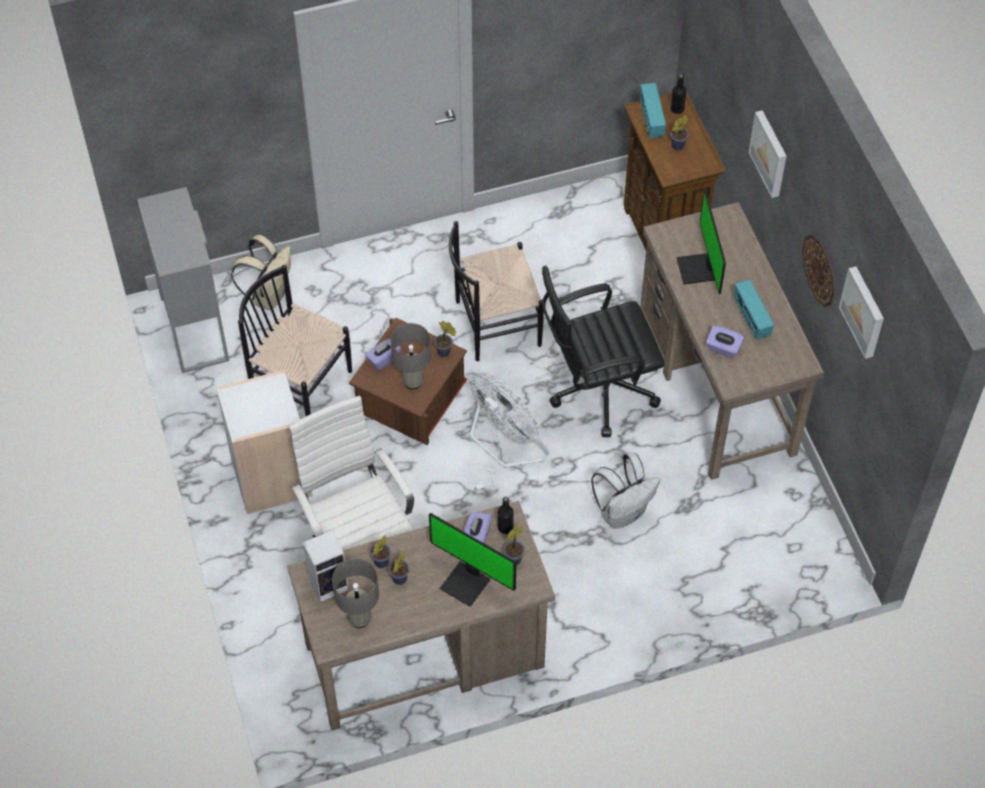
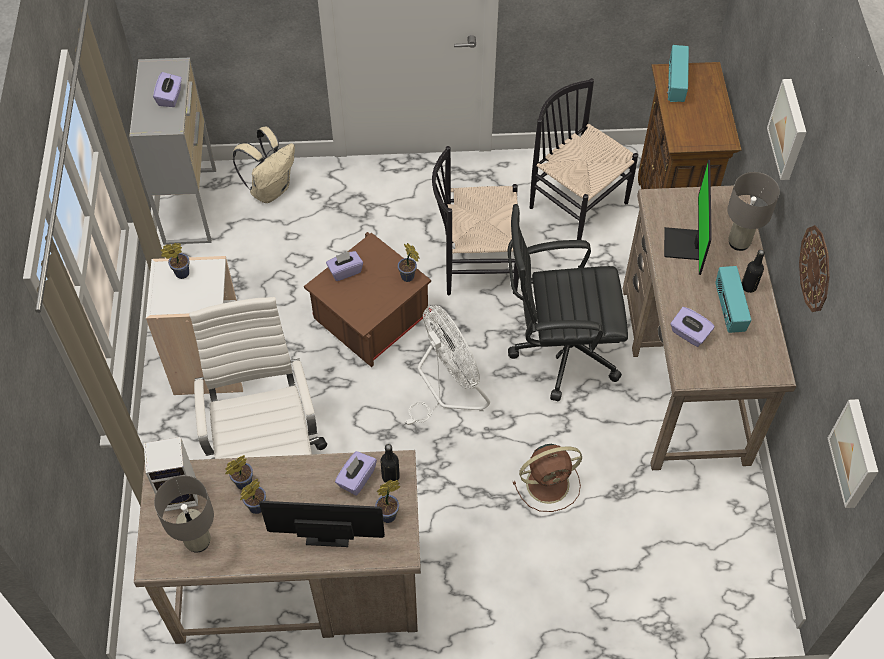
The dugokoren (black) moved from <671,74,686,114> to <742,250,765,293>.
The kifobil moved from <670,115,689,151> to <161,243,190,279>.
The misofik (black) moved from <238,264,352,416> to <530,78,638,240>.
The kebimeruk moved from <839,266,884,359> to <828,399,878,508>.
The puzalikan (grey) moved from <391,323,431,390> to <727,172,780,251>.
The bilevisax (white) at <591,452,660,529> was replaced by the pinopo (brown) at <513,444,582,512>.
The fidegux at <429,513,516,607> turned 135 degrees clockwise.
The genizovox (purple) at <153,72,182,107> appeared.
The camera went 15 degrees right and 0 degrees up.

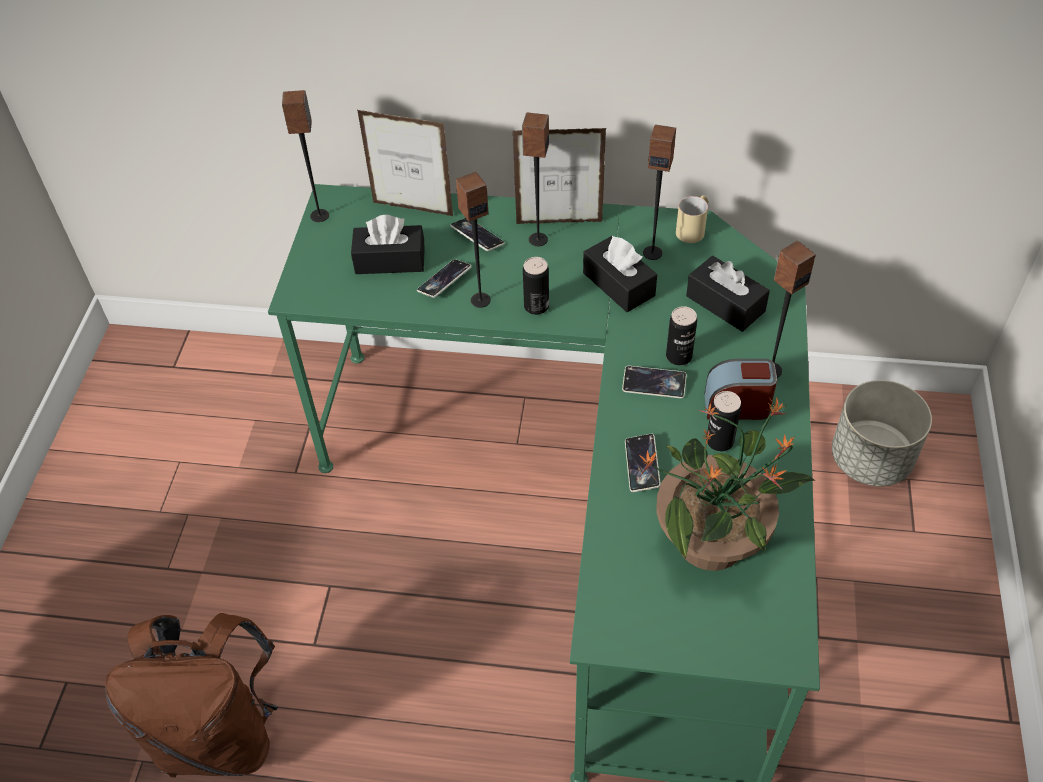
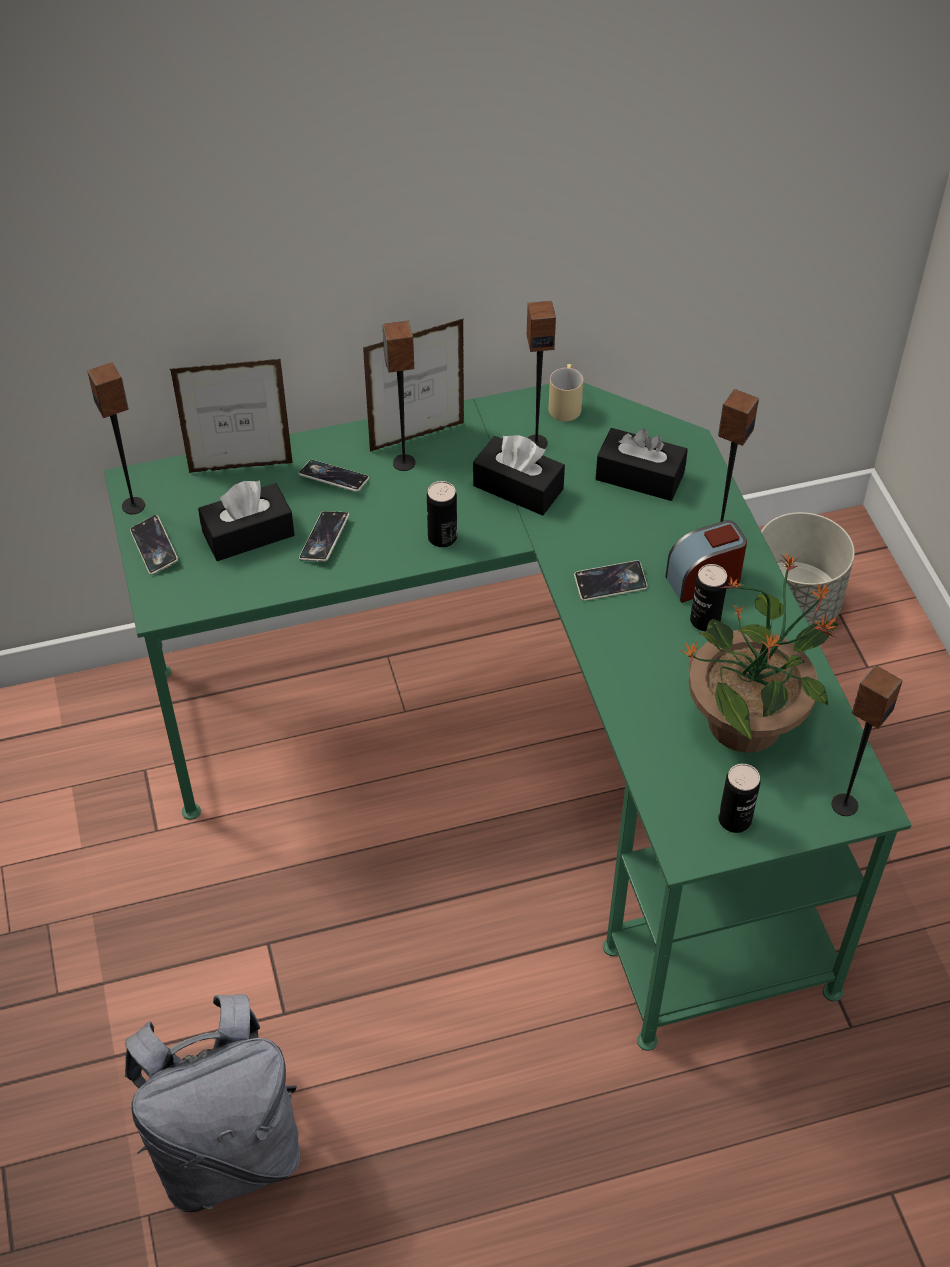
The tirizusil moved from <456,171,491,308> to <831,665,903,816>.
The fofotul moved from <666,306,697,365> to <718,764,760,833>.
The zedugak moved from <625,434,661,492> to <130,515,178,575>.
The bilevisax (brown) at <105,613,278,778> became the bilevisax (grey) at <125,994,301,1212>.
The camera went 25 degrees left and 0 degrees up.

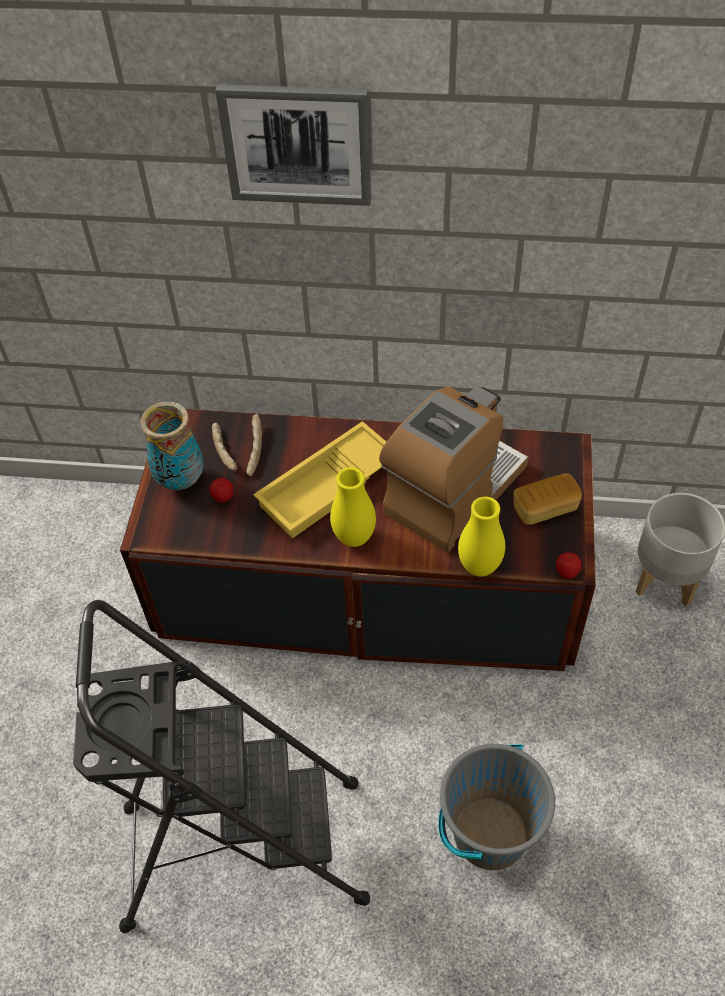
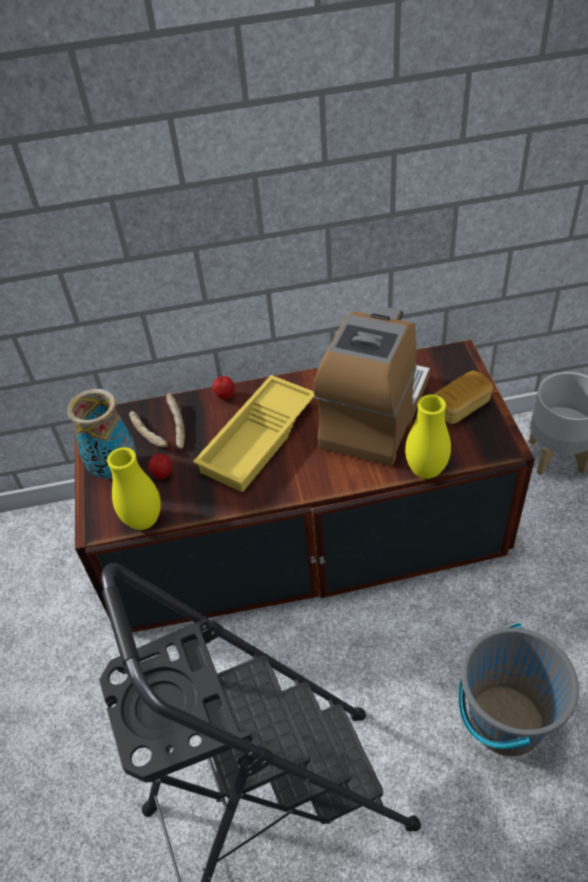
The kebimeruk at <215,84,371,206> disappeared.
The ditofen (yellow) moved from <330,467,376,547> to <107,447,161,530>.
The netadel moved from <556,552,582,579> to <212,376,235,399>.
The camera went 15 degrees left and 5 degrees down.

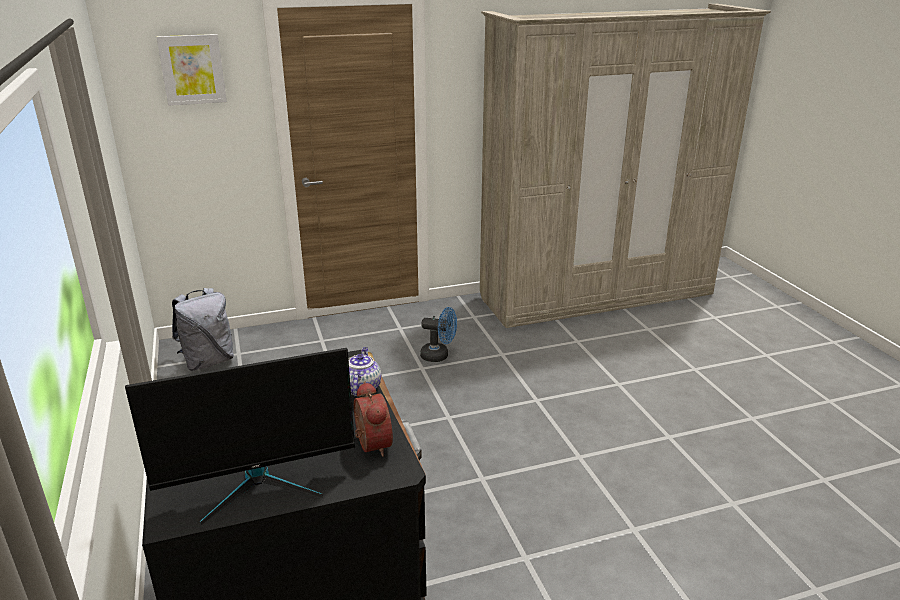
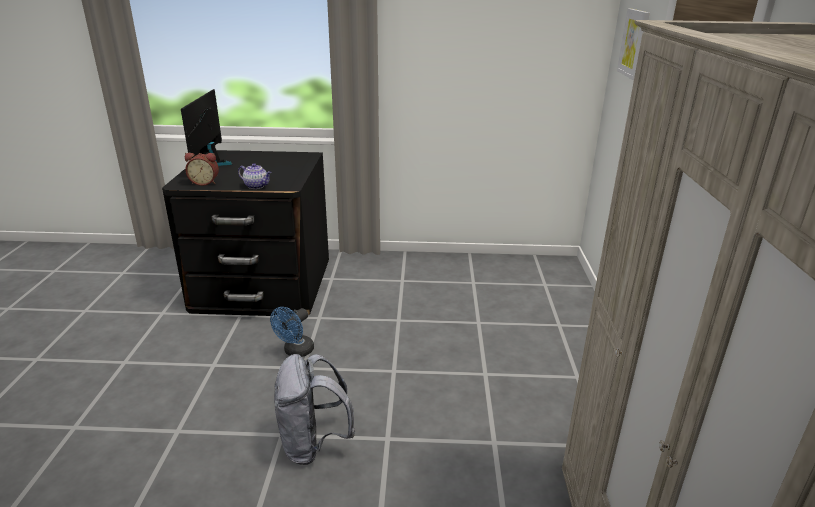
The bilevisax (grey) moved from <172,288,234,371> to <274,354,355,465>.
The pinopo (blue) moved from <420,307,457,362> to <270,307,314,357>.
The camera went 110 degrees right and 0 degrees up.

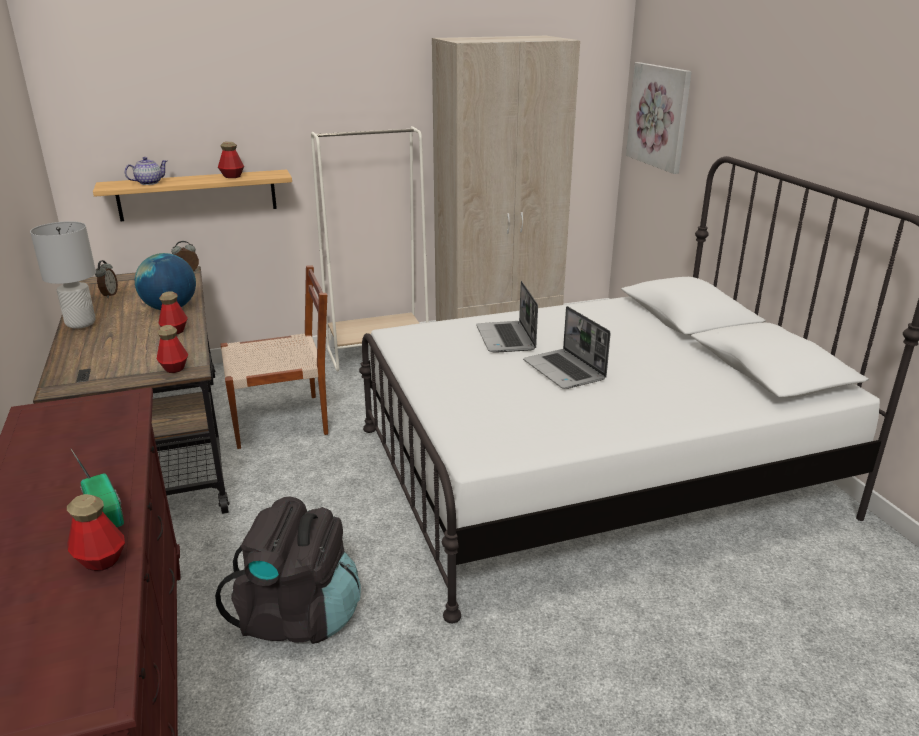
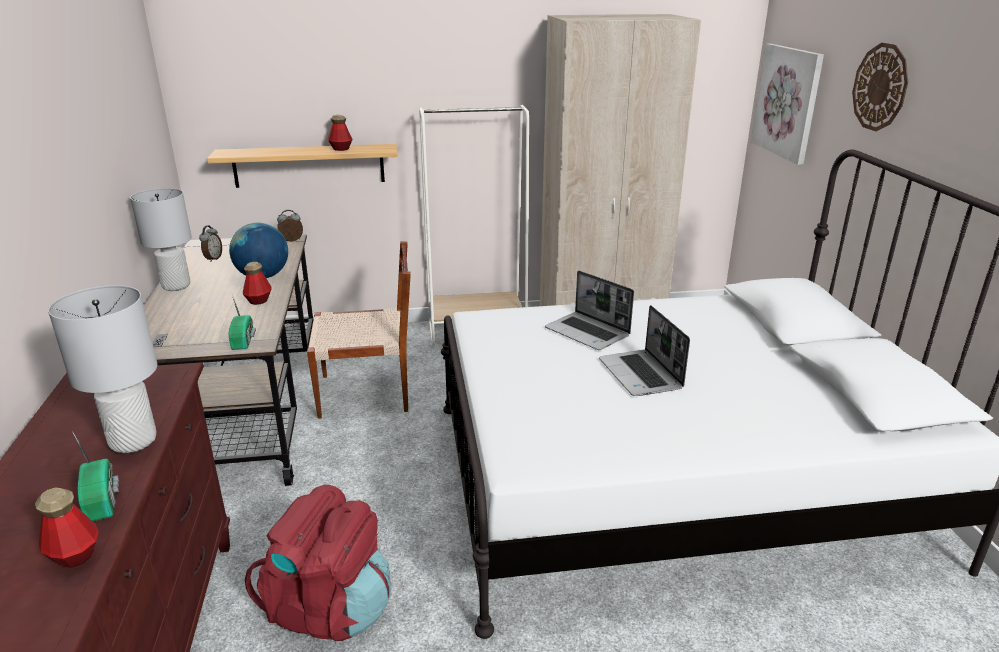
The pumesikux at <125,157,167,185> disappeared.
The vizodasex at <476,281,538,353> turned 45 degrees counterclockwise.
The dugokoren at <157,325,188,373> was replaced by the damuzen at <229,295,256,350>.
The bilevisax (black) at <215,496,361,644> became the bilevisax (red) at <245,485,391,641>.
The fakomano at <852,43,908,131> appeared.
The puzalikan (grey) at <48,285,157,453> appeared.
The camera went 10 degrees right and 0 degrees up.

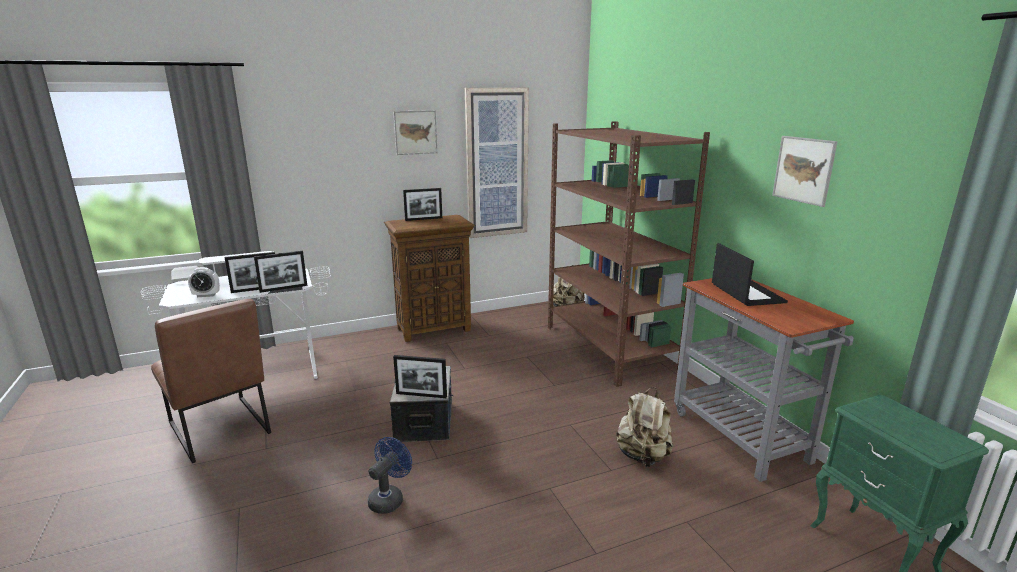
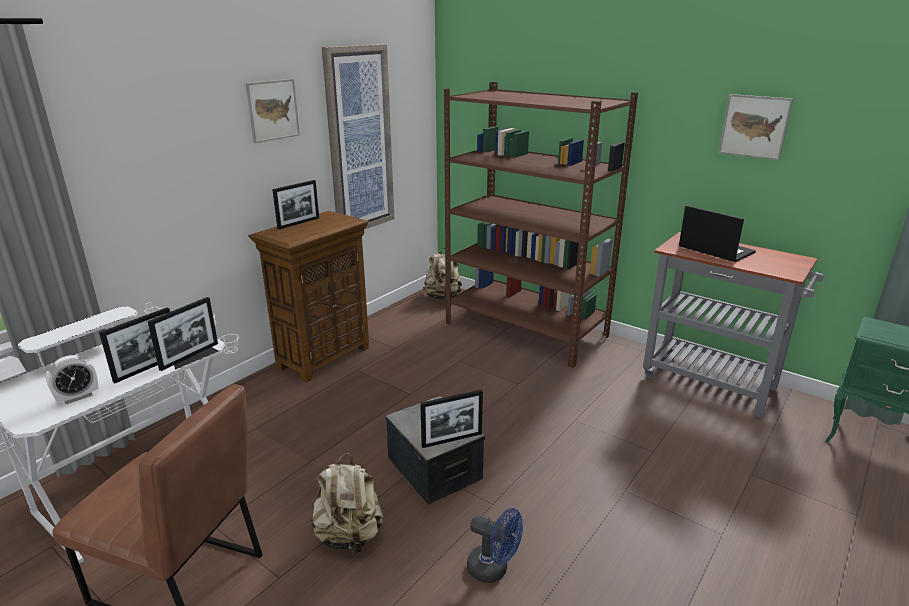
The bilevisax (beige) moved from <616,387,673,467> to <310,453,383,553>.
The pinopo (blue) at <368,437,412,514> turned 120 degrees clockwise.
The camera went 30 degrees left and 5 degrees up.

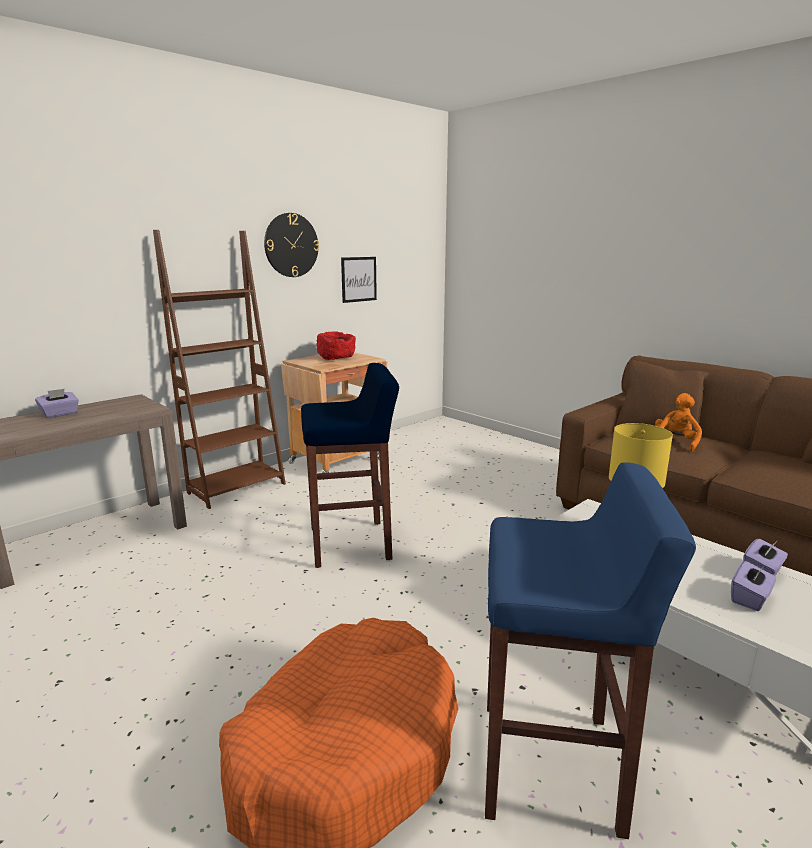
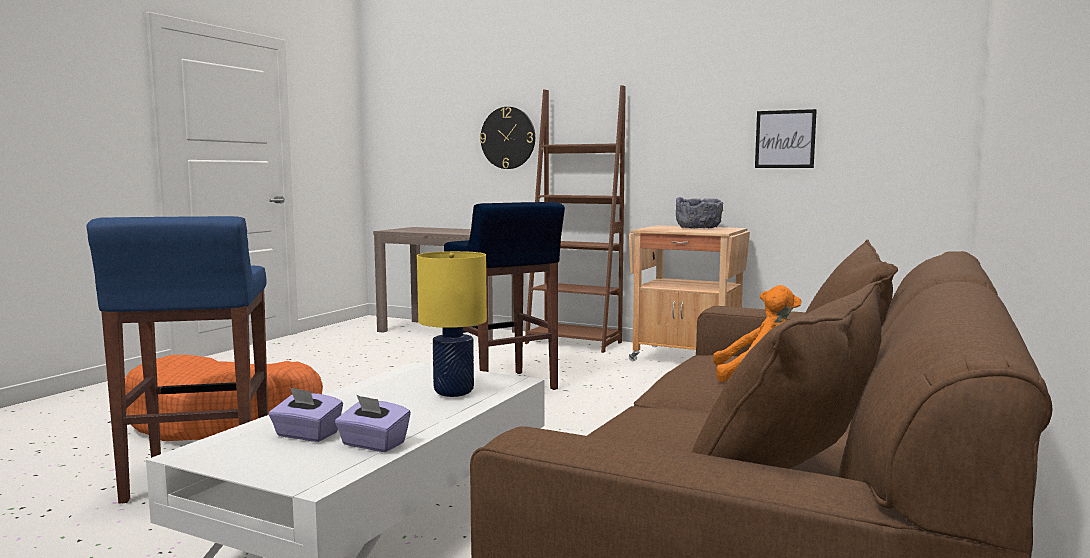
The fakomano moved from <264,213,319,277> to <480,107,535,169>.
The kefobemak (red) at <316,331,356,360> became the kefobemak (grey) at <676,197,723,229>.
The genizovox (purple) at <35,389,79,418> disappeared.
The camera went 70 degrees right and 10 degrees down.

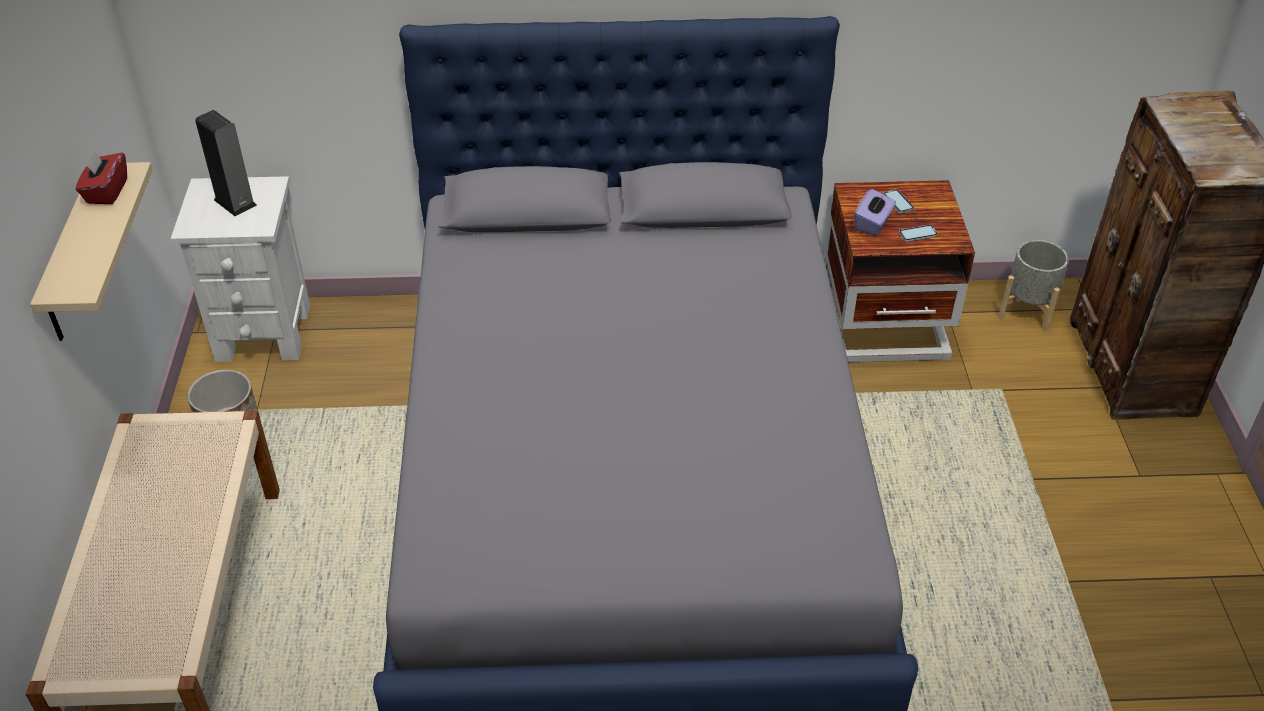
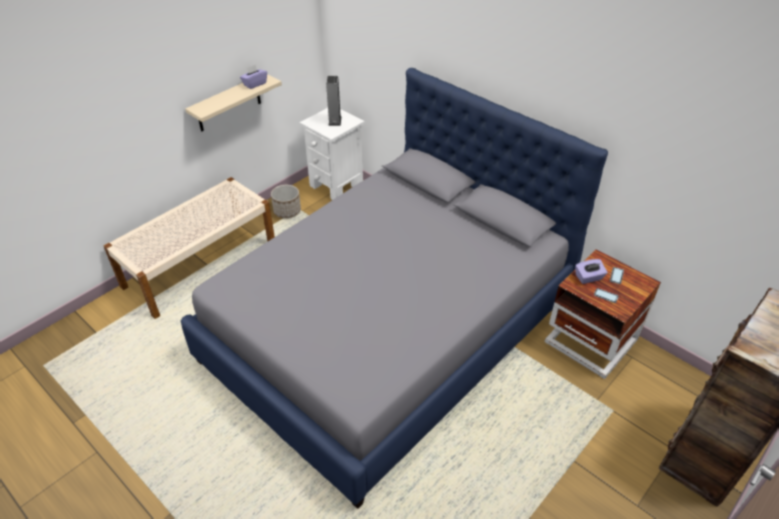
The genizovox (red) at <76,149,127,204> became the genizovox (purple) at <240,64,267,89>.
The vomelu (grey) at <998,240,1069,331> disappeared.
The camera went 45 degrees right and 0 degrees up.

